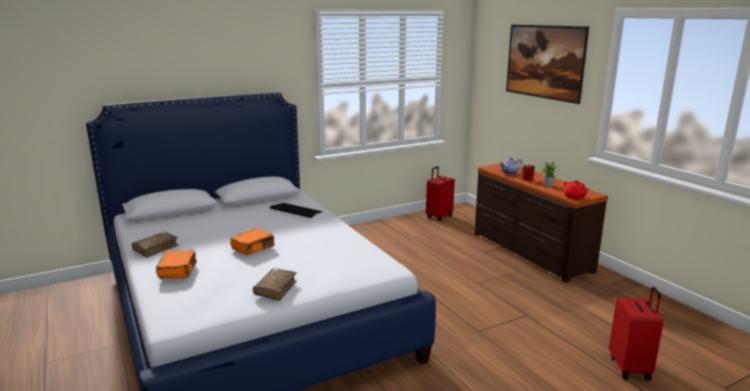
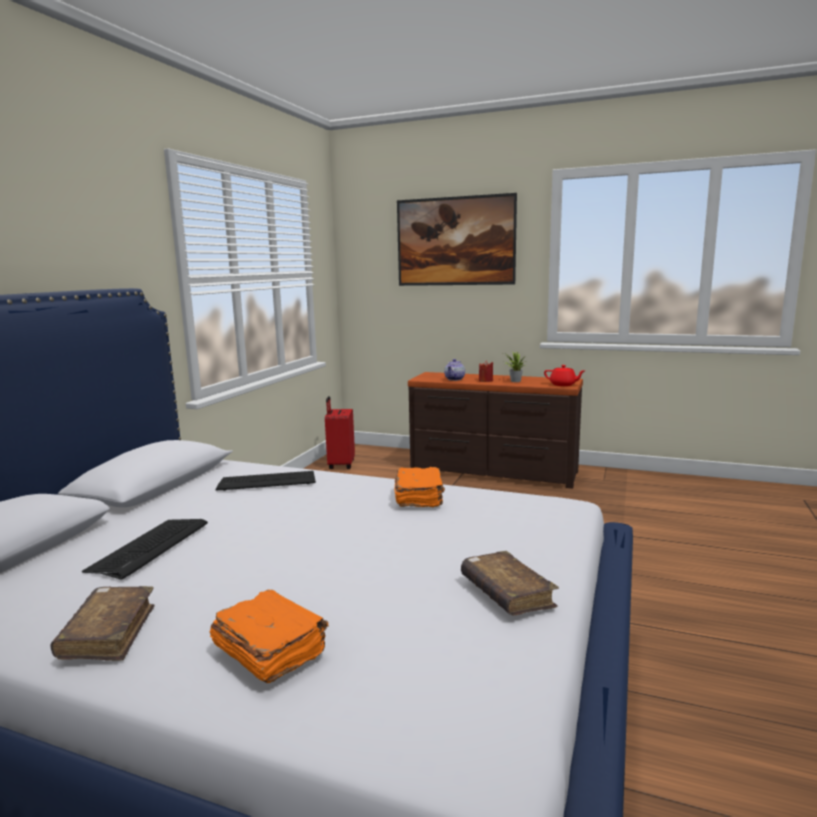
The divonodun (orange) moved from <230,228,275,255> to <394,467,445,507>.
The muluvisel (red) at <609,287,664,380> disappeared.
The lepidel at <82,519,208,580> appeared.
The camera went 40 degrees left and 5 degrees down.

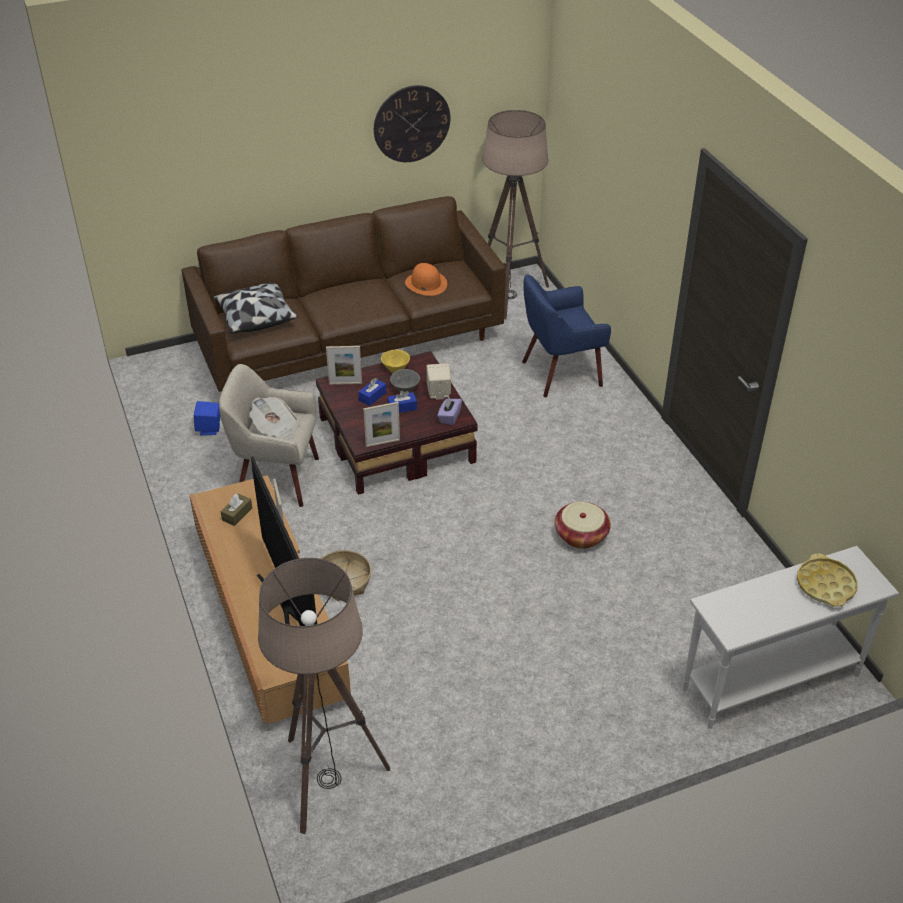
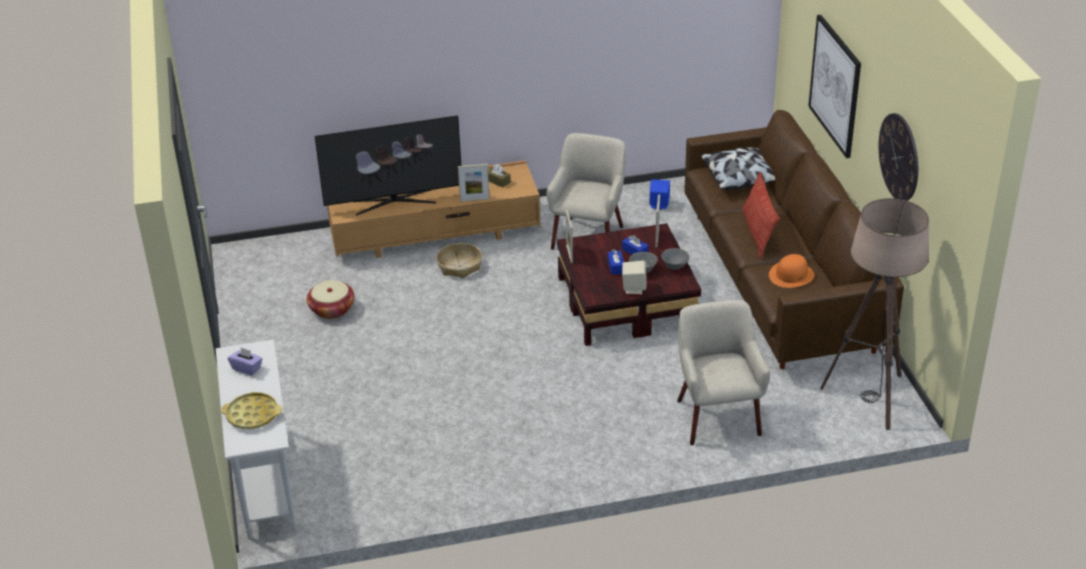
The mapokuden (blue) at <522,275,611,397> became the mapokuden (beige) at <677,300,770,445>.
The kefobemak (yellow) at <381,350,410,373> became the kefobemak (grey) at <661,248,690,270>.
The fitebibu at <249,397,300,441> disappeared.
The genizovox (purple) moved from <438,397,462,425> to <228,347,262,376>.
The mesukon moved from <555,502,611,549> to <307,280,355,319>.
The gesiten at <258,558,390,834> disappeared.
The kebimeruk at <808,15,861,158> appeared.
The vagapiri at <742,172,780,258> appeared.
The camera went 100 degrees right and 5 degrees down.

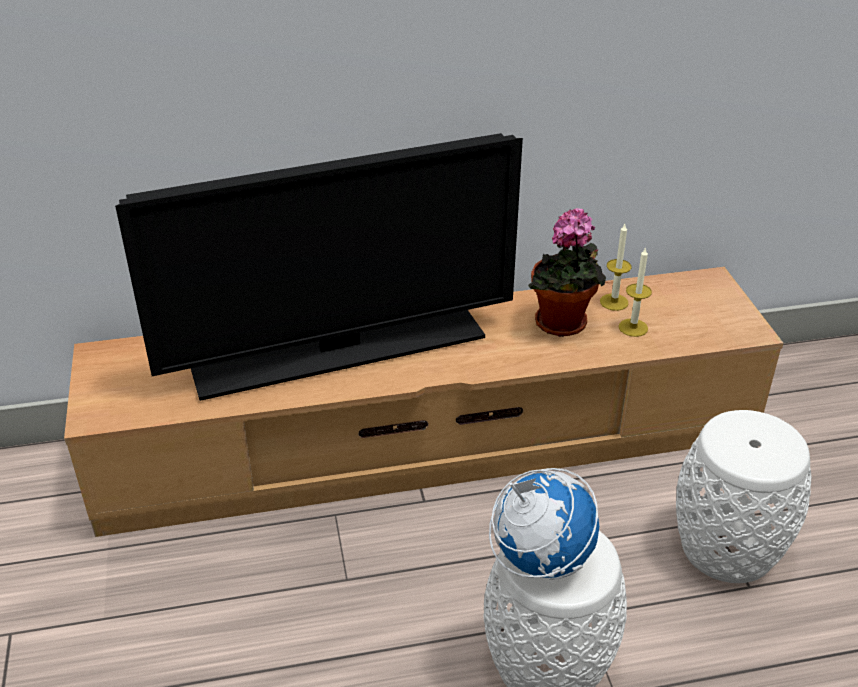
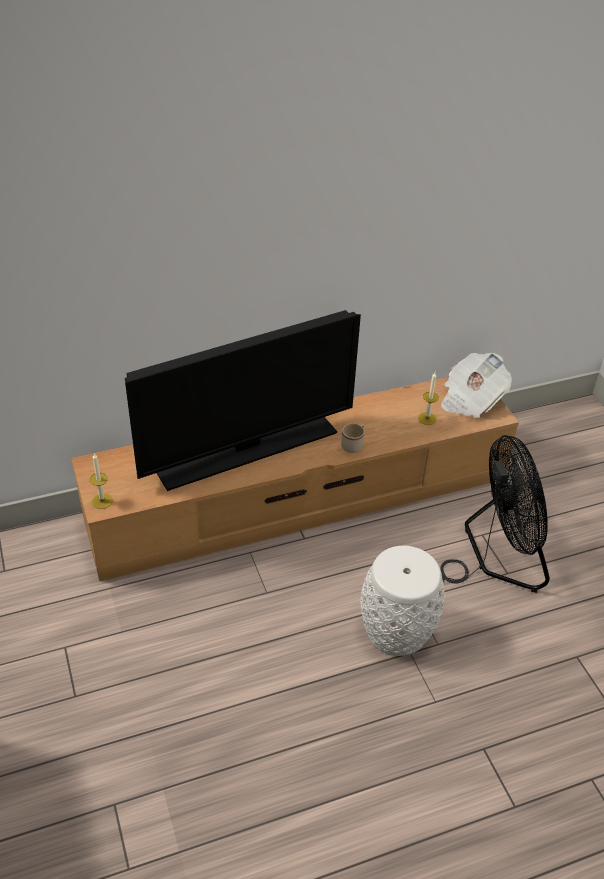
The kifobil at <528,208,606,337> disappeared.
The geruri moved from <600,224,632,311> to <90,453,113,509>.
The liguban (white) at <676,410,811,583> was replaced by the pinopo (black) at <441,435,550,593>.
The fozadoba at <489,468,599,580> disappeared.
The fitebibu at <441,353,512,418> appeared.
The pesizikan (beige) at <341,423,365,453> appeared.
The camera went 10 degrees left and 5 degrees up.

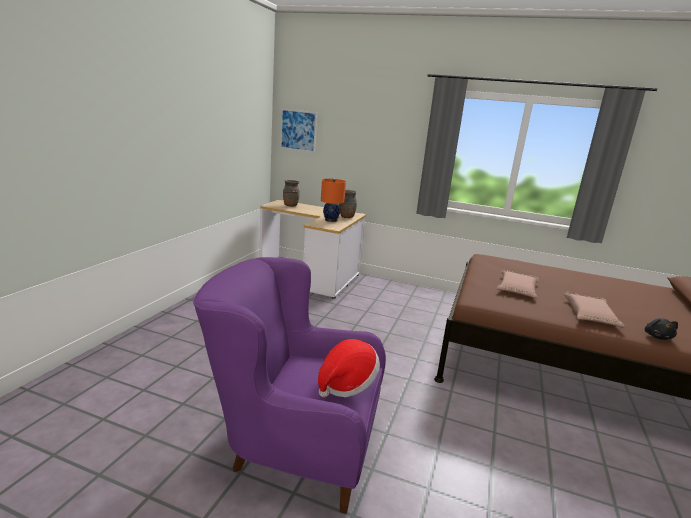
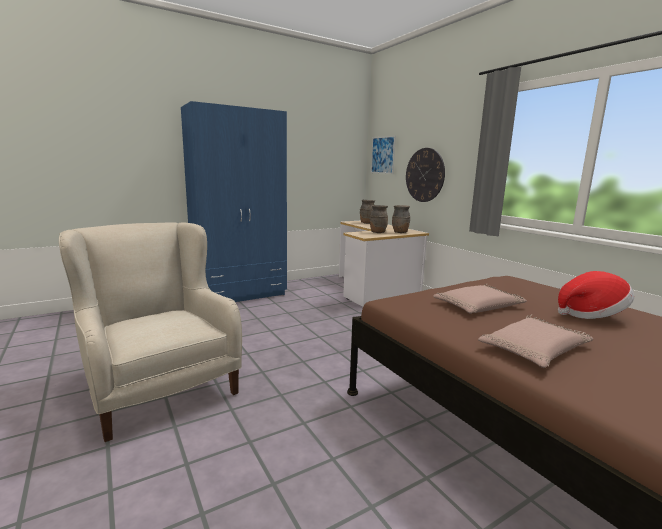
The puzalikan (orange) at <321,179,346,222> was replaced by the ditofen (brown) at <370,205,388,233>.
The mapokuden (purple) at <193,257,386,514> became the mapokuden (beige) at <59,222,242,442>.
The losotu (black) at <645,318,678,340> disappeared.
The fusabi moved from <318,339,380,397> to <558,271,634,319>.
The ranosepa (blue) at <181,101,287,302> appeared.
The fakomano at <406,148,445,202> appeared.
The camera went 40 degrees right and 5 degrees down.

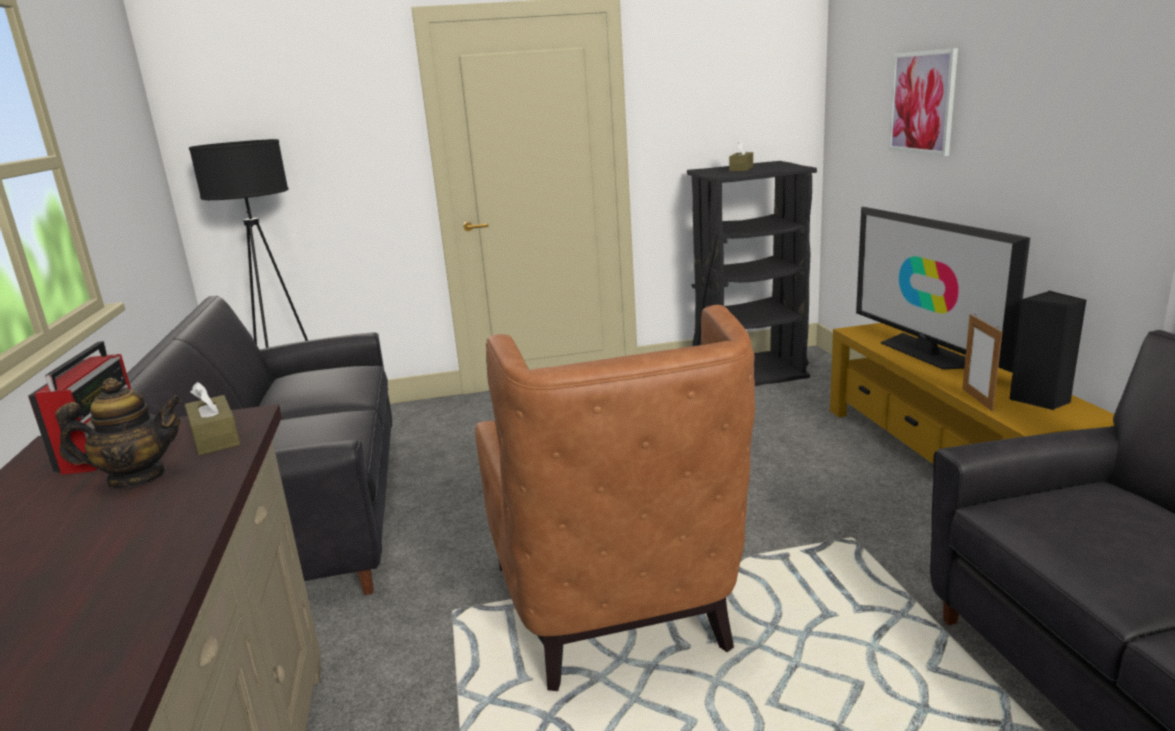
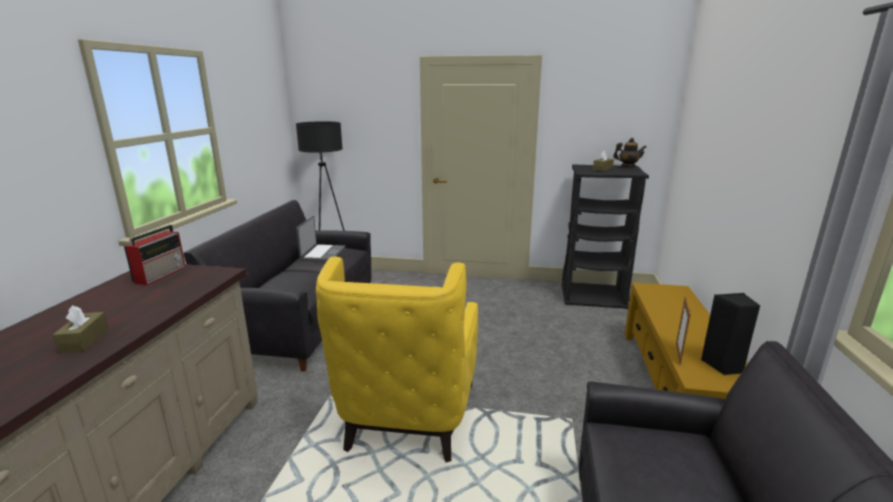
The kebimeruk at <888,48,958,156> disappeared.
The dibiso at <856,207,1030,373> disappeared.
The mapokuden (brown) at <475,305,755,691> became the mapokuden (yellow) at <316,256,478,462>.
The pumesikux moved from <55,378,182,488> to <613,138,646,167>.
The genizovox (brown) moved from <185,382,240,455> to <52,305,108,353>.
The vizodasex at <296,216,346,262> appeared.
The camera went 20 degrees right and 0 degrees up.

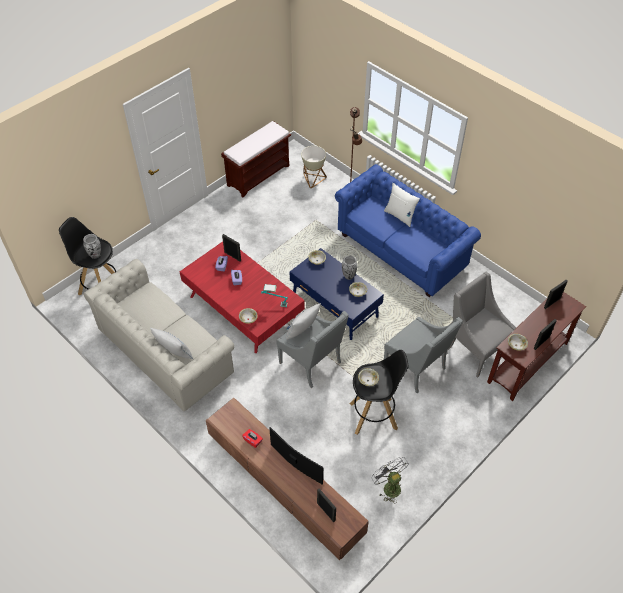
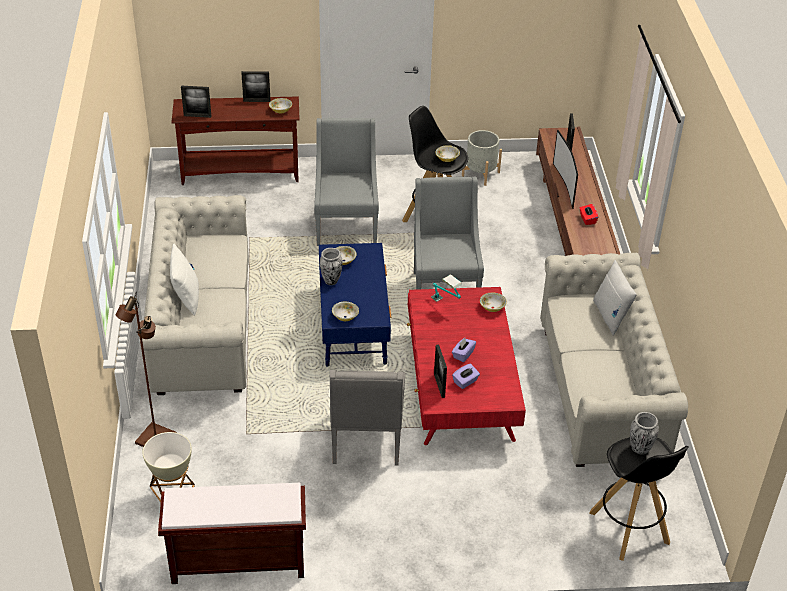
The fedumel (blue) at <335,164,481,297> became the fedumel (white) at <142,195,249,395>.
The mapokuden (grey) moved from <448,272,516,378> to <330,370,405,466>.
The vagapiri (grey) at <285,303,321,340> disappeared.
The pinopo (grey) at <371,457,409,502> was replaced by the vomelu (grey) at <462,130,502,186>.
The camera went 140 degrees left and 10 degrees down.

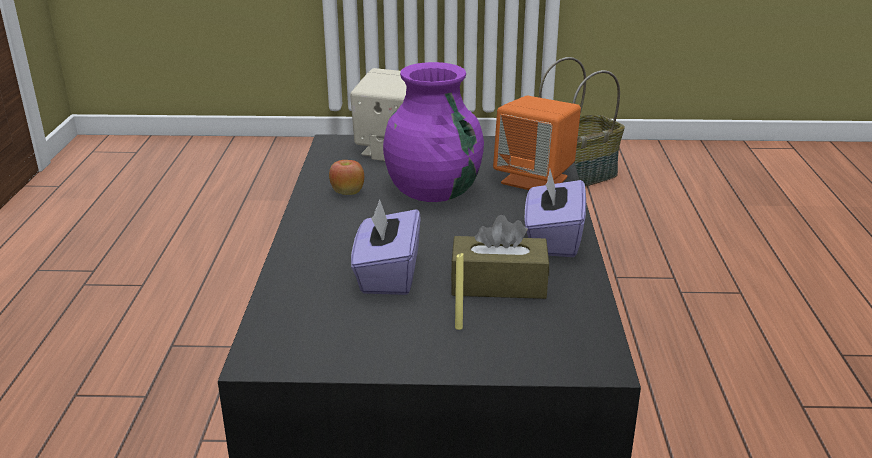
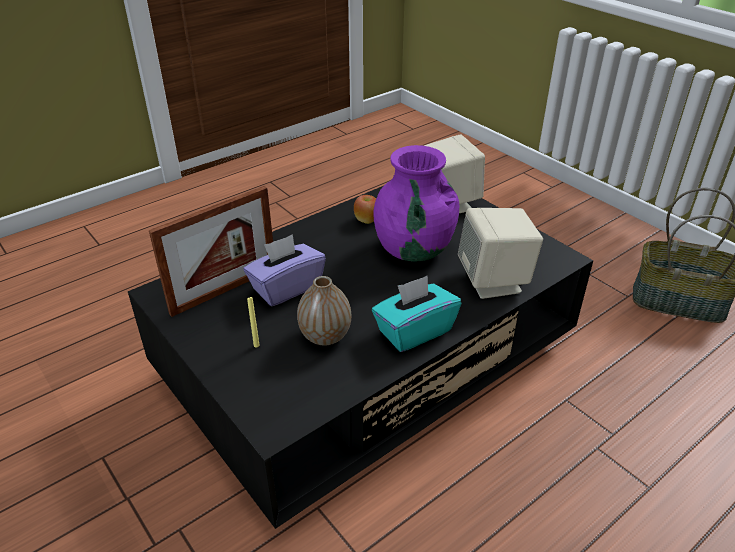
The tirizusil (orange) at <493,96,581,190> became the tirizusil (beige) at <458,208,543,299>.
The genizovox (purple) at <524,170,586,257> became the genizovox (turquoise) at <372,275,461,352>.
The genizovox (brown) at <451,215,549,299> was replaced by the ditofen at <297,276,351,346>.
The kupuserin at <149,186,273,317> appeared.
The camera went 50 degrees right and 10 degrees up.

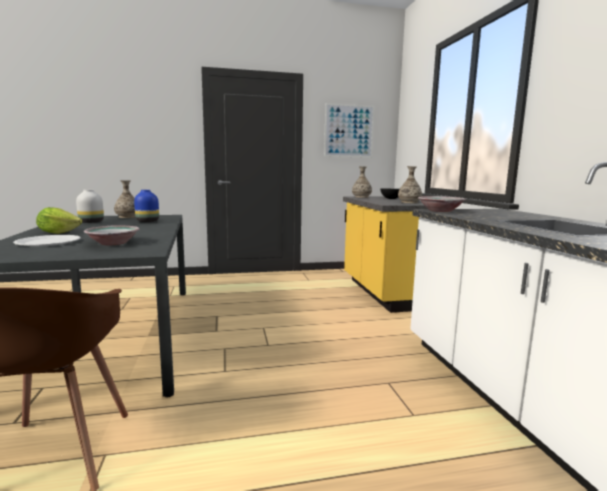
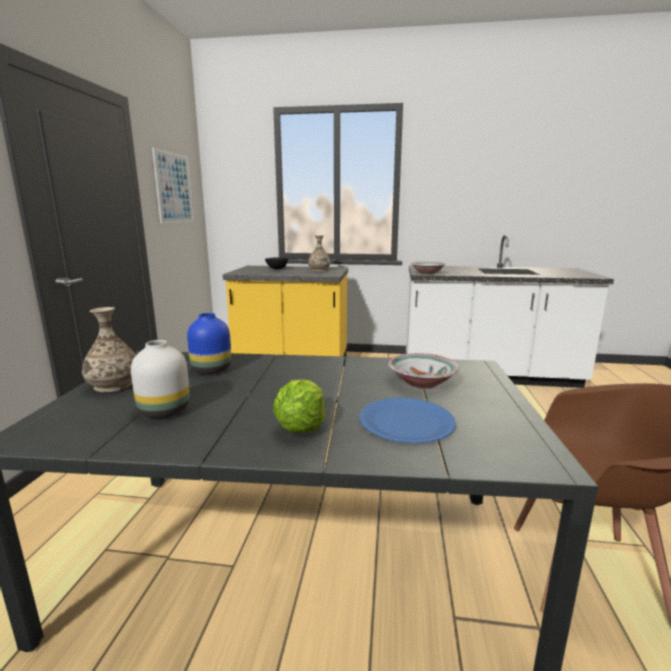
The ditofen at <352,166,372,198> disappeared.
The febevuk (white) at <13,235,81,246> became the febevuk (blue) at <359,397,456,444>.
The camera went 70 degrees left and 5 degrees up.

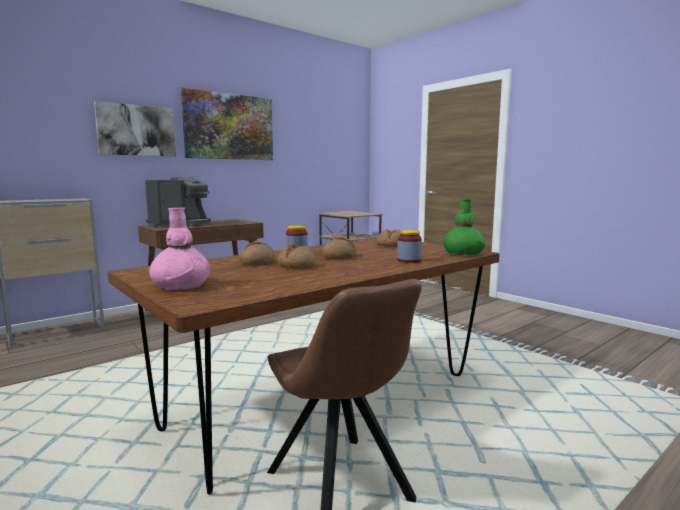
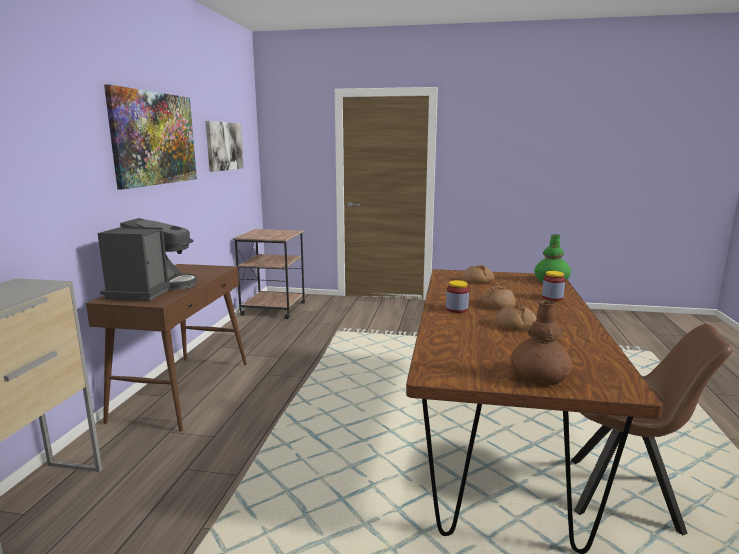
The kebimeruk moved from <94,101,176,156> to <206,121,244,172>.
The ditofen (pink) at <149,207,210,290> became the ditofen (brown) at <511,300,572,386>.
The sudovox at <239,242,275,266> disappeared.
The camera went 40 degrees left and 5 degrees up.

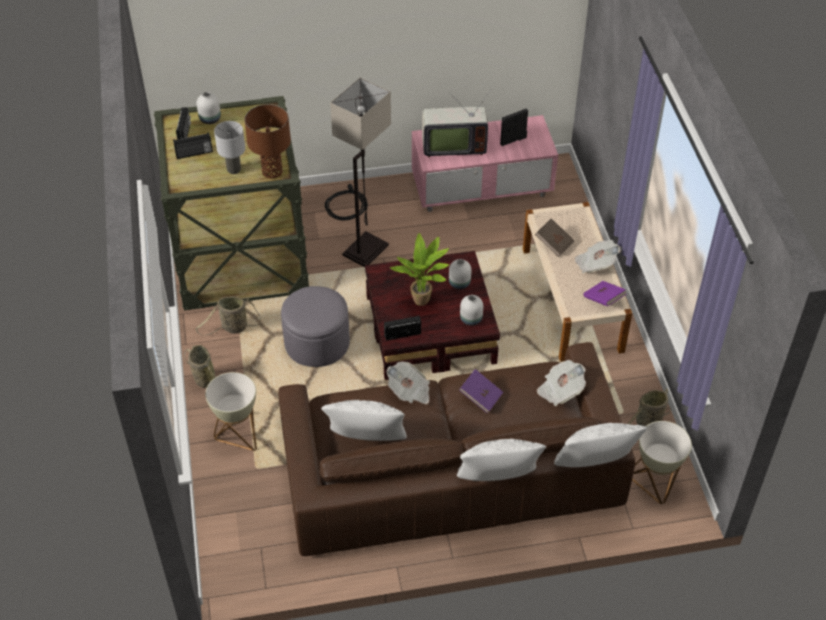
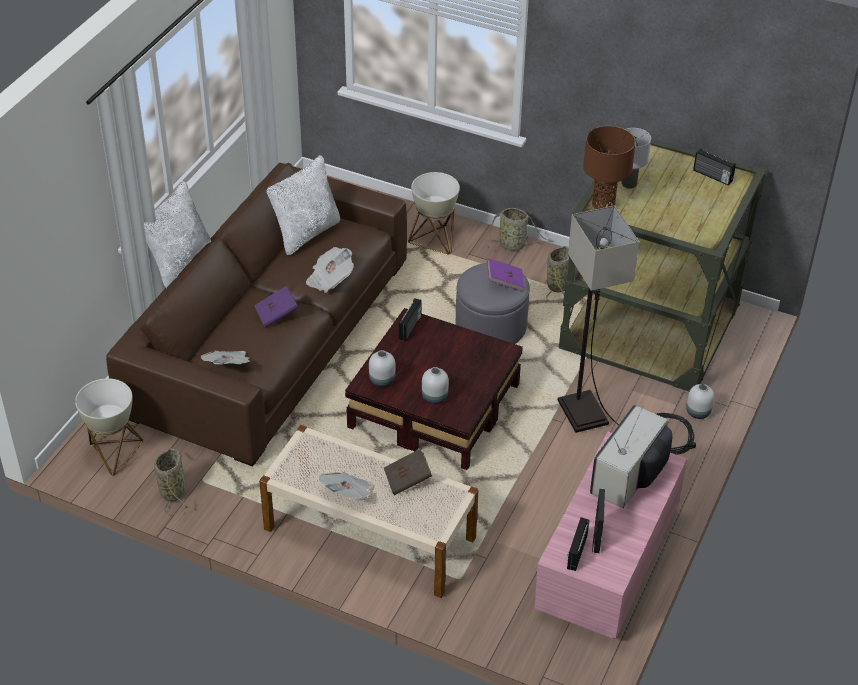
The ditofen (white) moved from <197,92,221,124> to <686,384,714,419>.
The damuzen moved from <173,132,213,159> to <567,517,589,571>.
The kifobil at <390,233,450,306> disappeared.
The divonodun (purple) moved from <583,281,626,307> to <487,258,524,291>.
The vagapiri (white) at <554,423,647,467> disappeared.
The camera went 125 degrees right and 5 degrees down.

